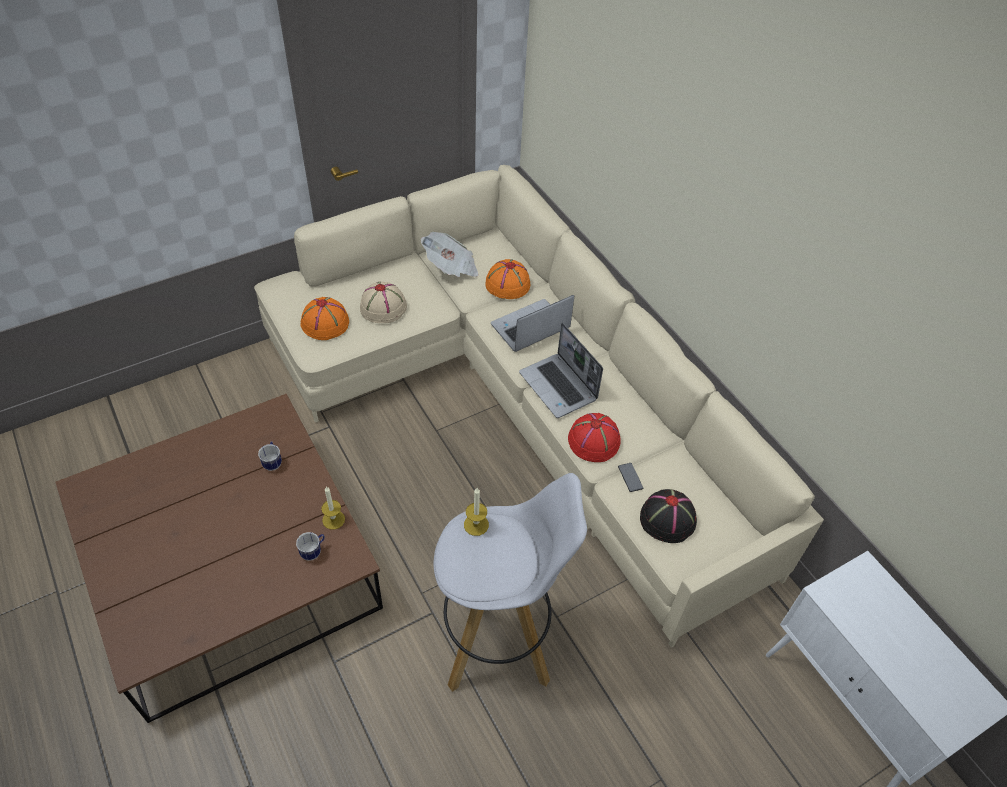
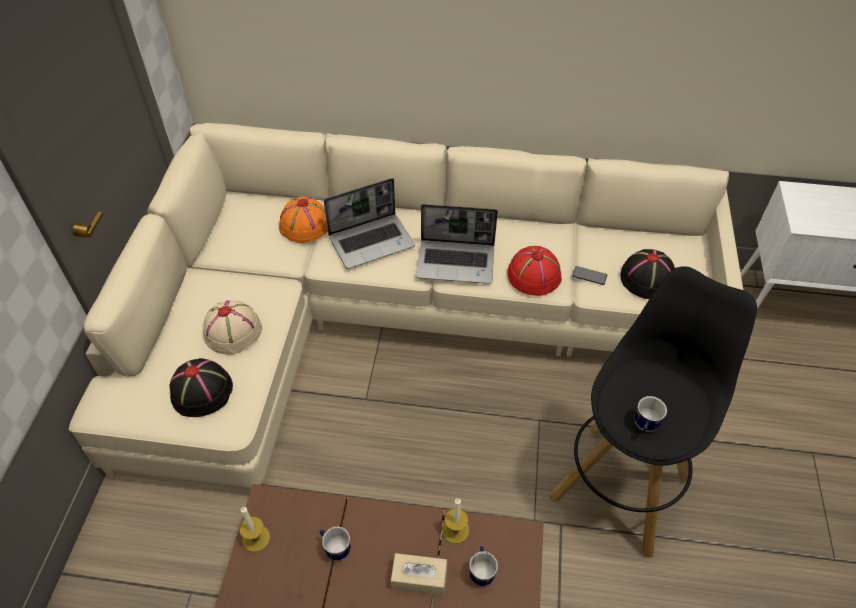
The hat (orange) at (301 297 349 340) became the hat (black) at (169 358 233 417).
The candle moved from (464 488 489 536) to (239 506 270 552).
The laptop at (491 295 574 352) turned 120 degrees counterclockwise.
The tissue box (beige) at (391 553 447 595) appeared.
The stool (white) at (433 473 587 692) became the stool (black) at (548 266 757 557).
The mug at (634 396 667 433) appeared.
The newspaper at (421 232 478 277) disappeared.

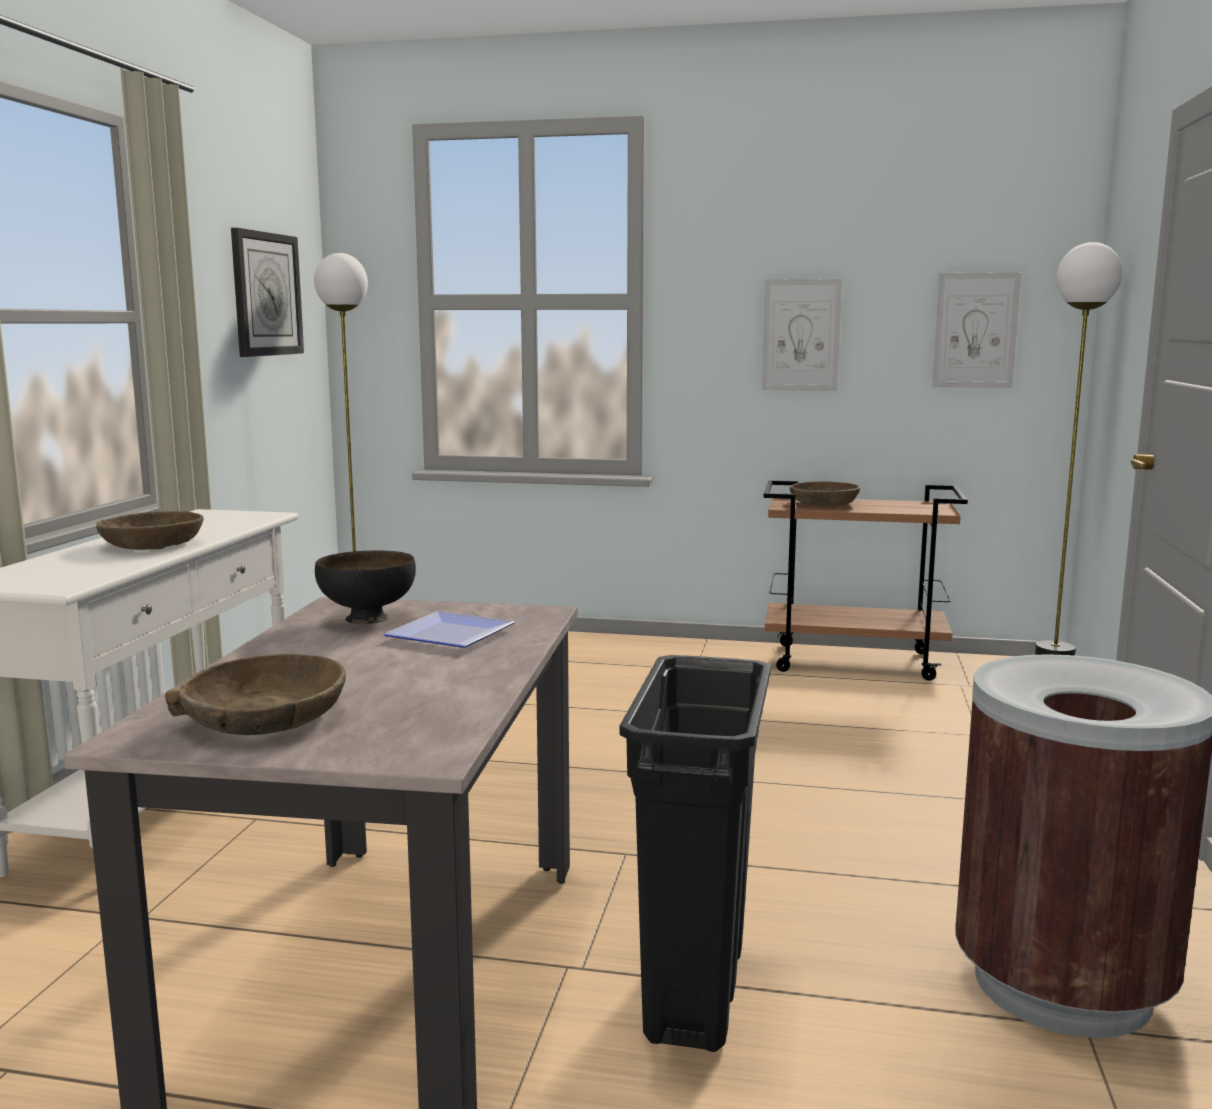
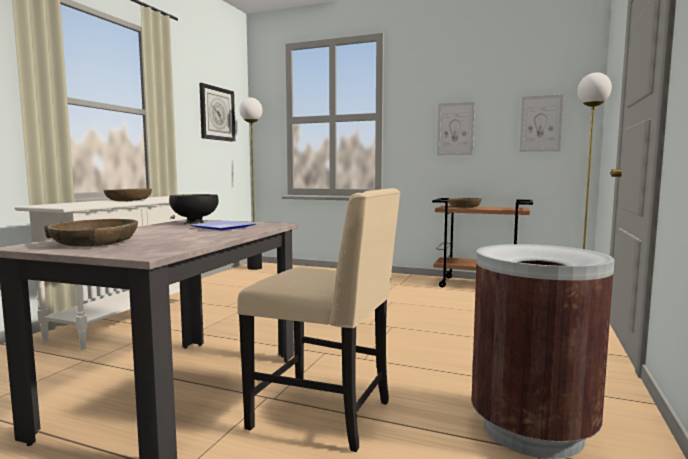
The trash can (black) at (619 655 771 1052) was replaced by the chair (beige) at (237 188 400 452).

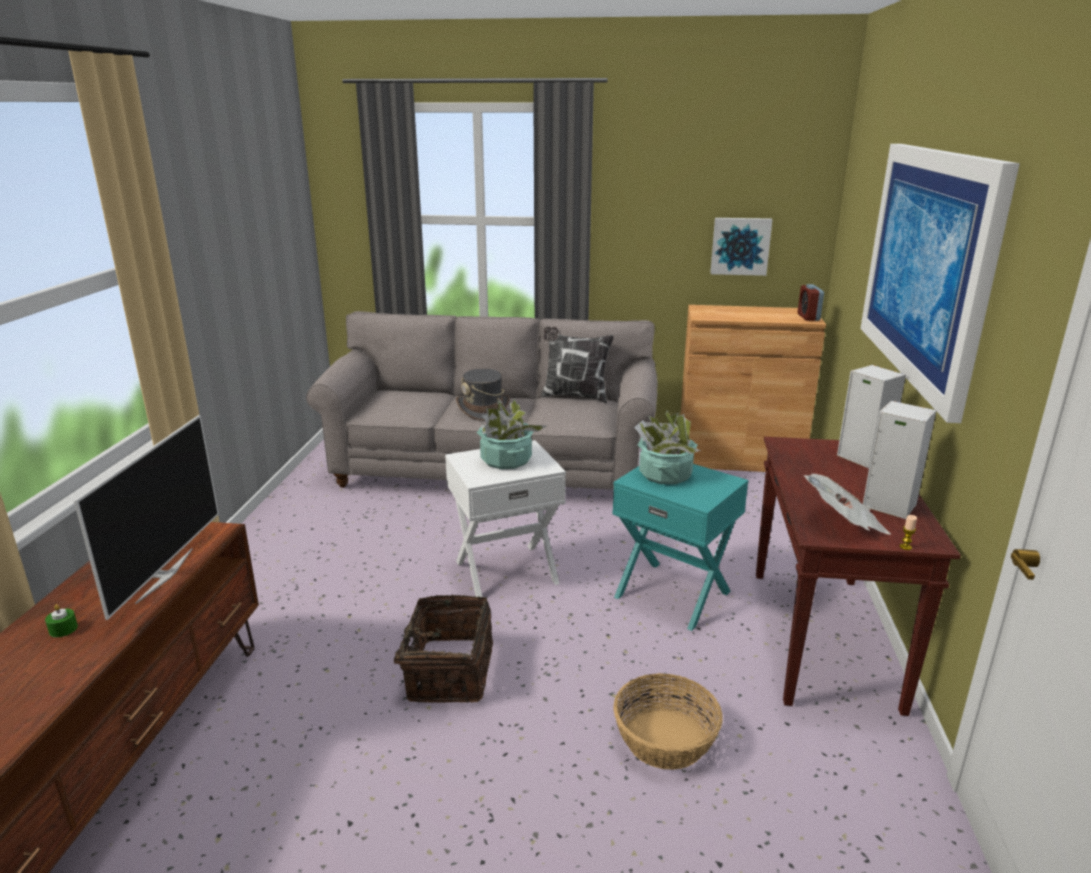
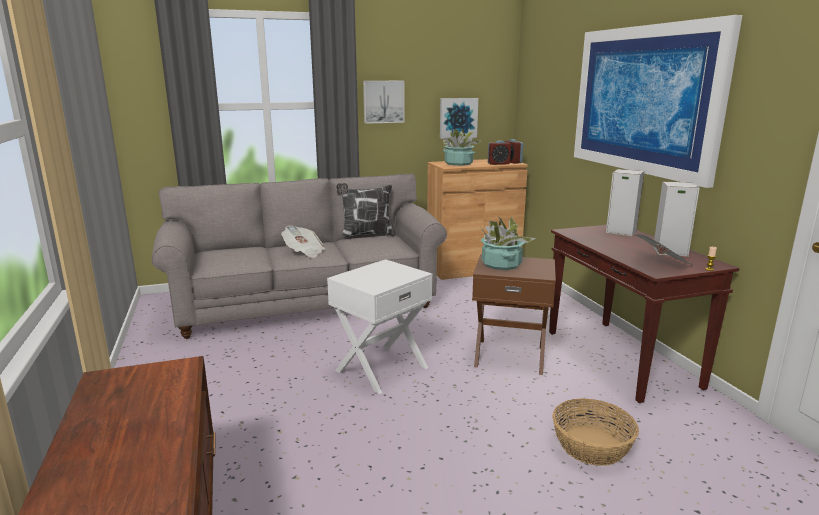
The hat (grey) at (456 369 510 421) was replaced by the newspaper at (281 226 325 258).
The picture at (363 81 404 124) appeared.
The potted plant moved from (475 399 547 469) to (443 129 482 166).
The side table (turquoise) at (612 464 748 631) became the side table (brown) at (472 254 556 375).
The alarm clock at (488 140 511 165) appeared.
The candle (green) at (45 604 78 637) disappeared.
The television at (74 415 219 620) disappeared.
The basket at (376 595 493 703) disappeared.

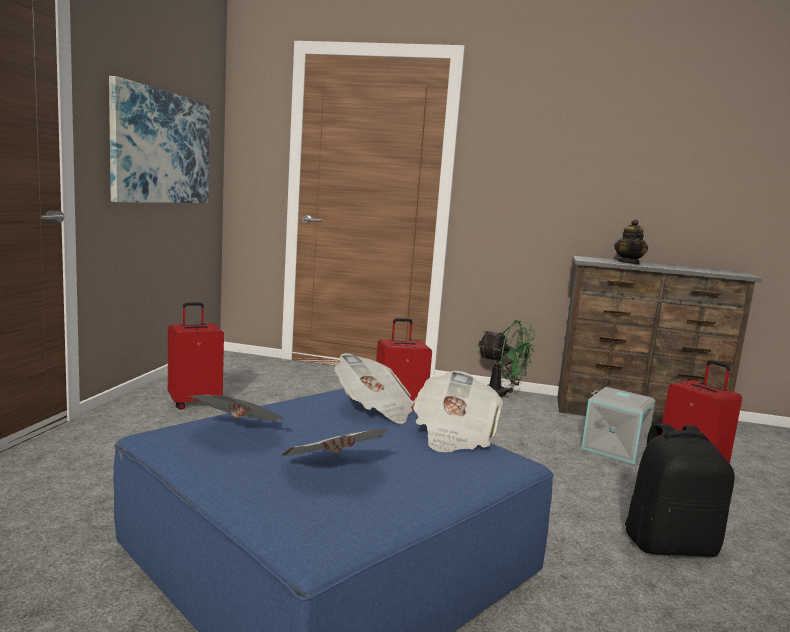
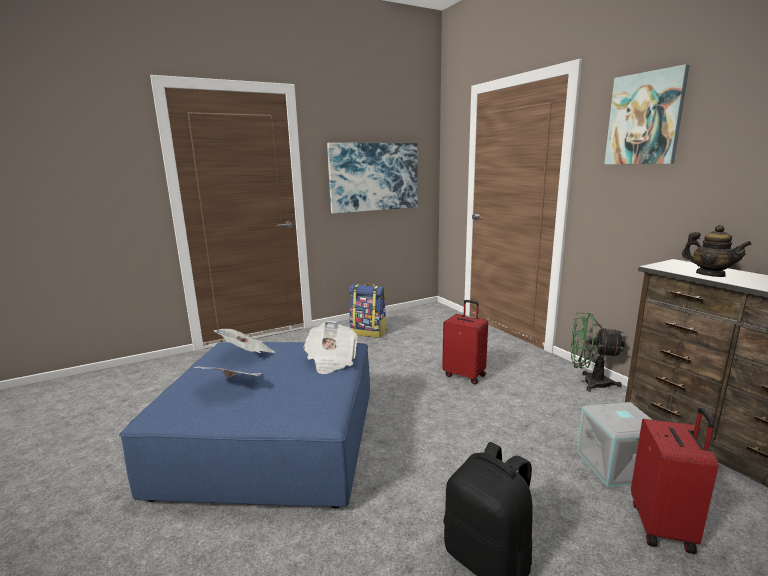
The suitcase (red) at (168 302 224 410) was replaced by the backpack at (349 284 387 338).
The fan (green) at (478 320 535 398) turned 120 degrees clockwise.
The picture at (604 64 690 164) appeared.
The teapot at (614 219 648 265) turned 90 degrees counterclockwise.
The newspaper at (412 371 503 452) disappeared.

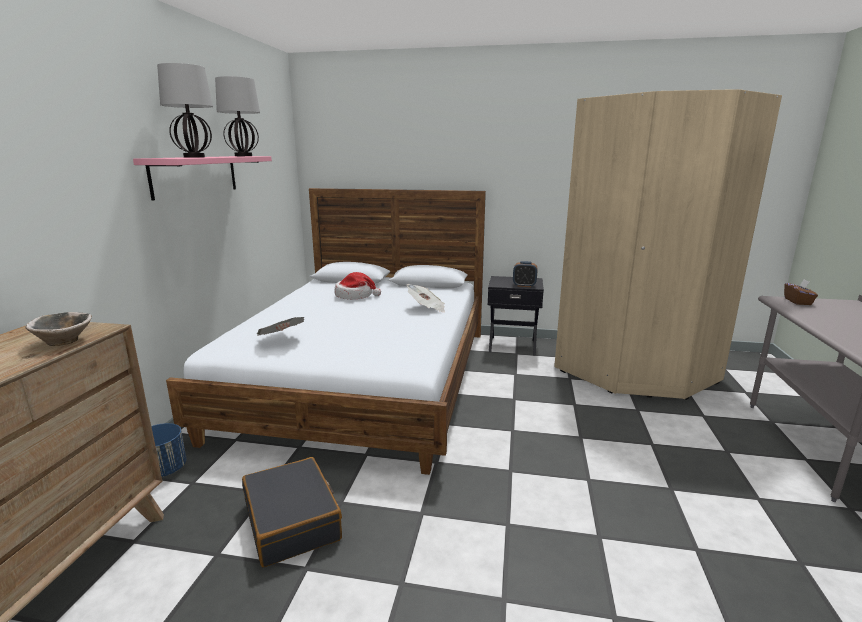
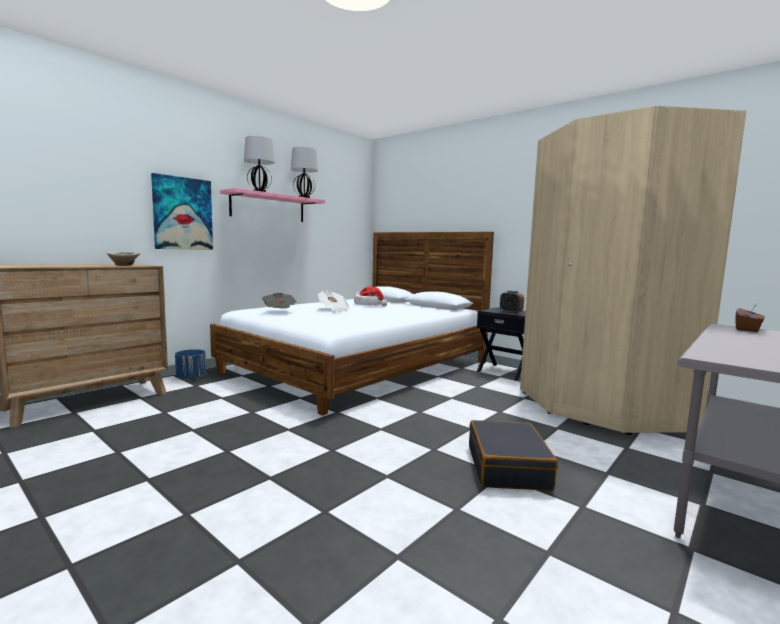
The picture at (151 173 213 250) appeared.
The newspaper moved from (407 284 445 312) to (318 290 350 312).
The suitcase (black) moved from (242 457 342 567) to (469 420 558 491).

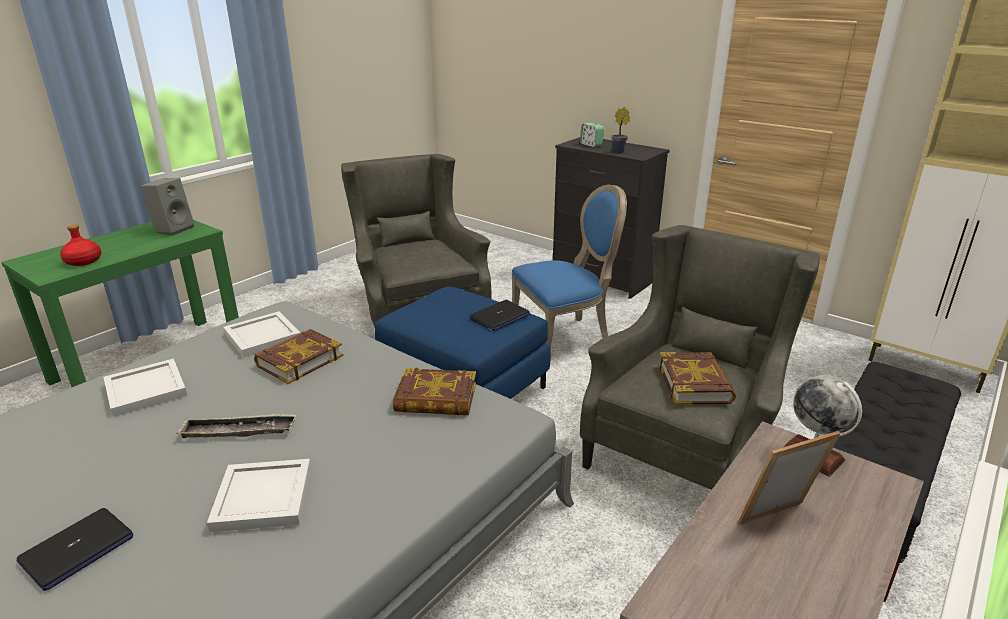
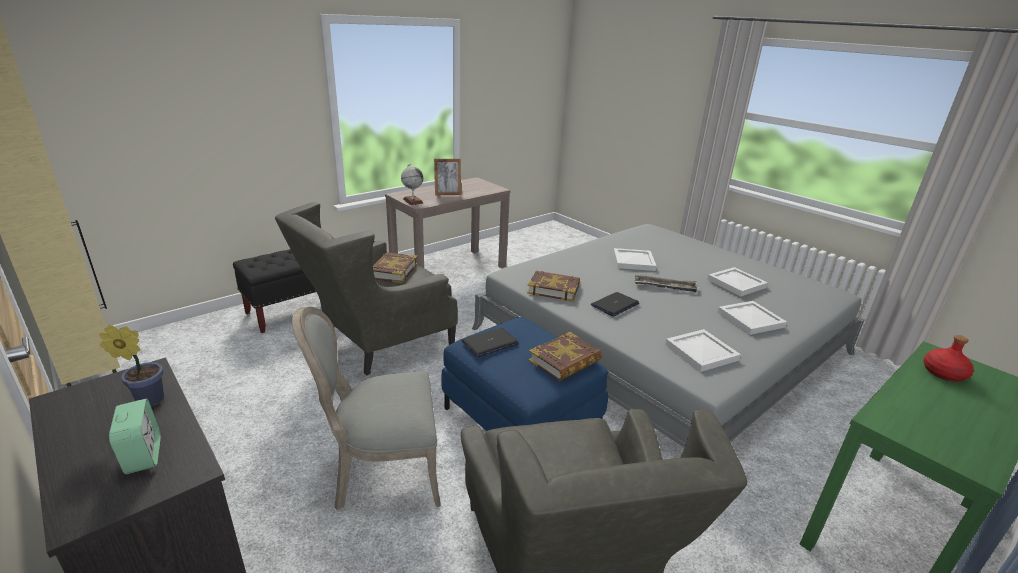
The chair (blue) at (512 185 627 350) became the chair (grey) at (292 307 441 510).
The book moved from (254 329 344 384) to (528 332 602 381).
The laptop moved from (16 508 133 591) to (591 292 639 317).
The tray (white) at (707 267 768 296) appeared.
The speaker (grey) at (141 178 194 236) disappeared.

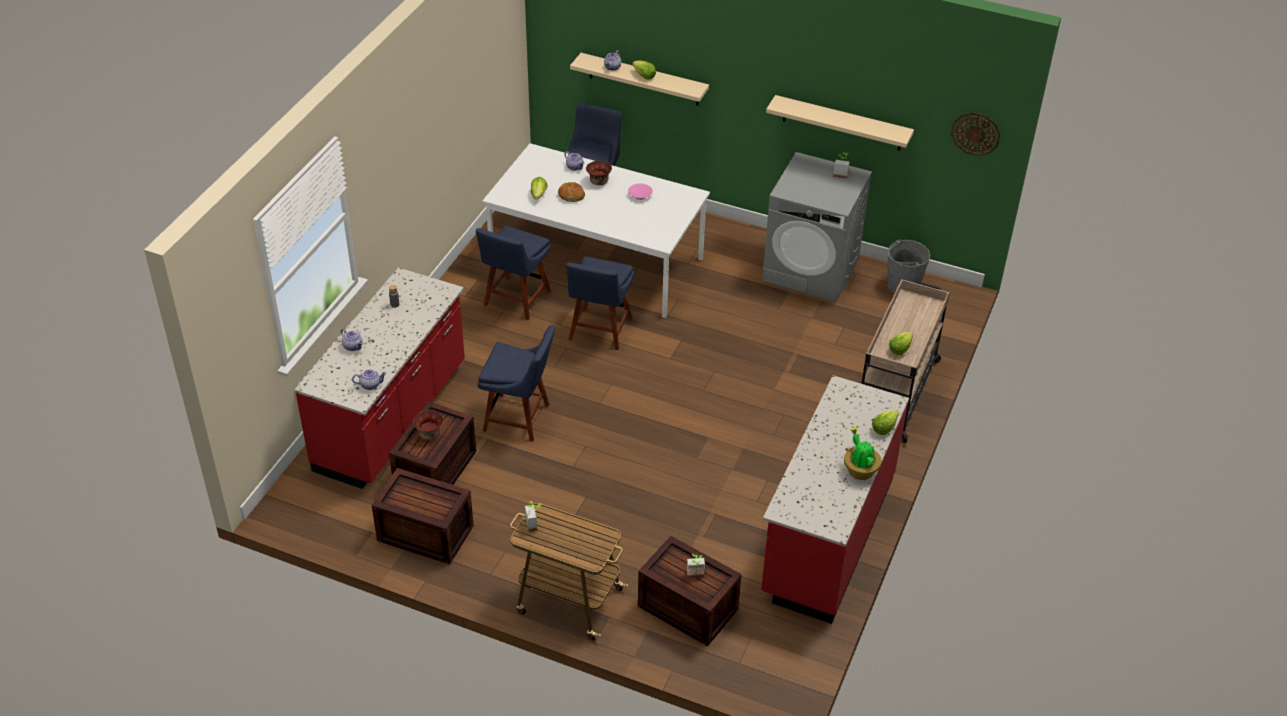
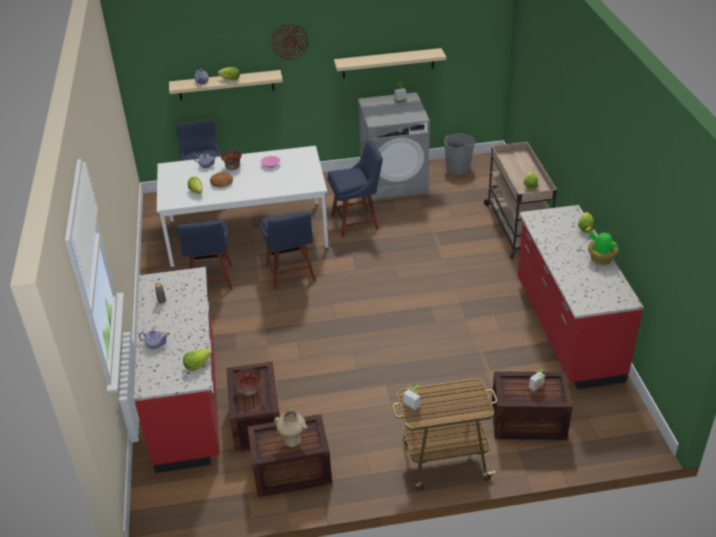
The teapot at (352 369 387 390) was replaced by the lettuce at (183 348 212 371).
The wall clock moved from (951 112 1001 156) to (271 24 309 59).
The vase (beige) at (274 409 308 447) appeared.
The chair (blue) moved from (477 325 555 442) to (327 140 383 237).

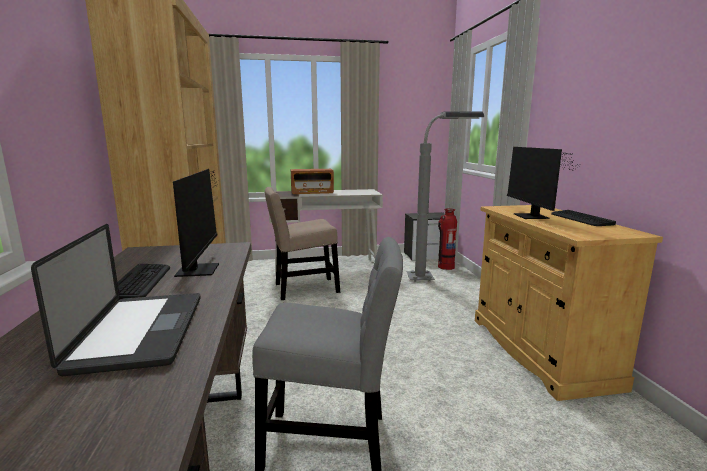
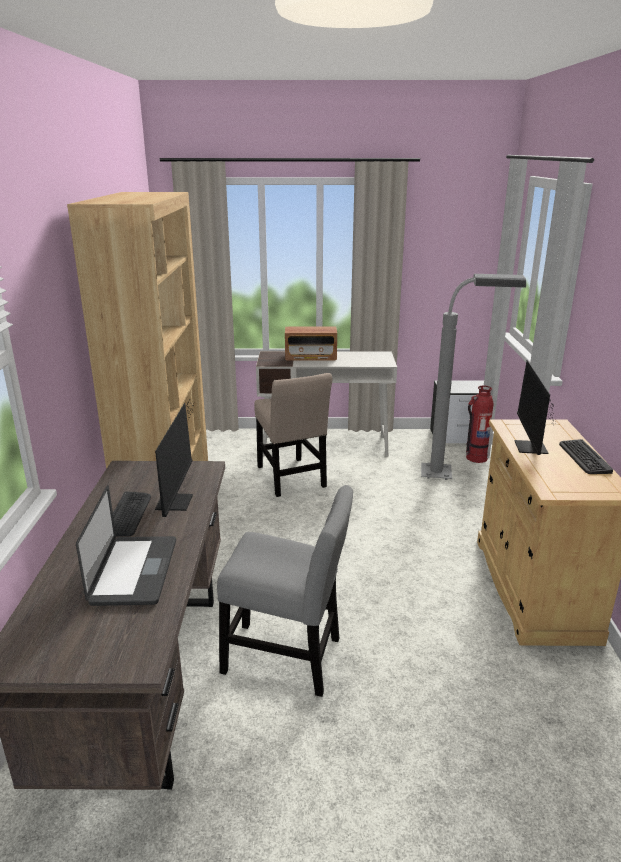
The chair (beige) at (265 187 340 300) turned 105 degrees counterclockwise.

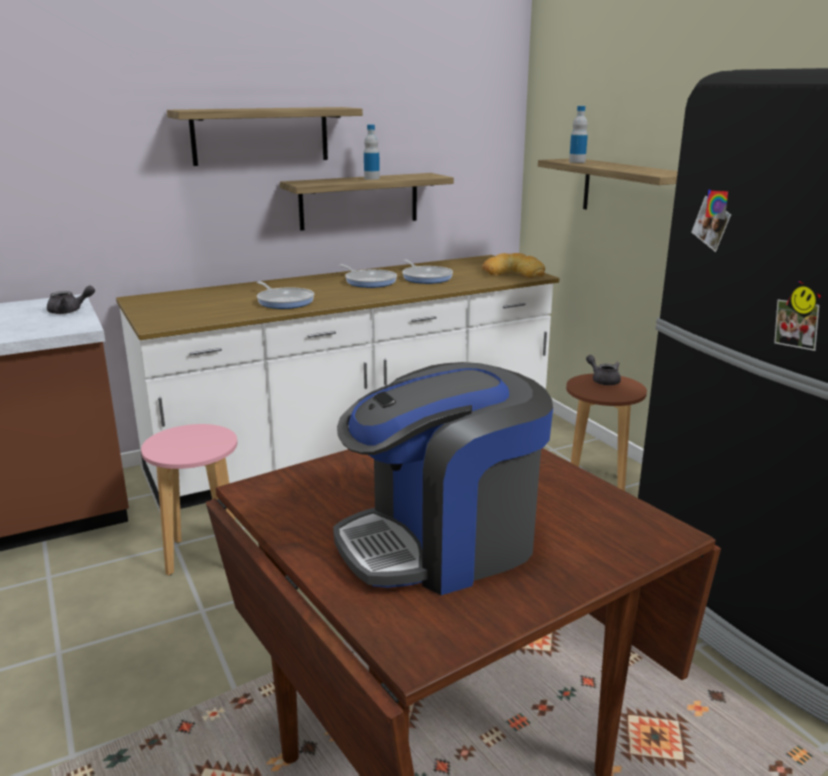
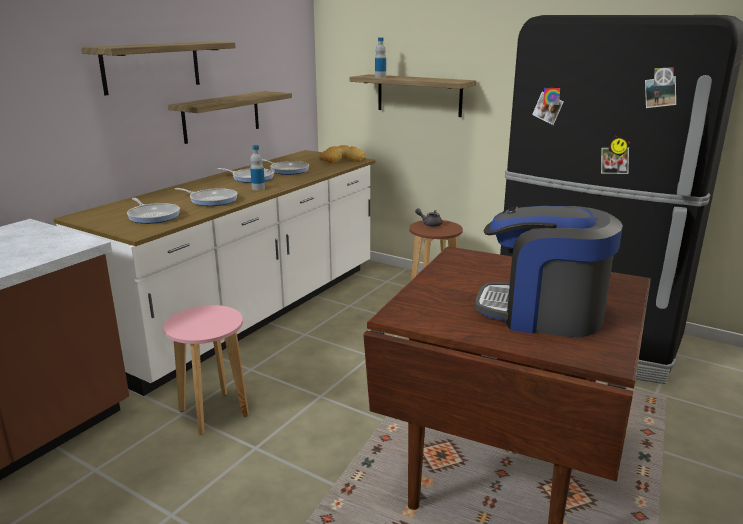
The frying pan at (127 198 180 224) appeared.
The bottle moved from (364 125 380 180) to (250 145 265 190).
The coffee machine at (333 362 553 595) turned 75 degrees clockwise.
The teapot (grey) at (47 286 95 314) disappeared.

